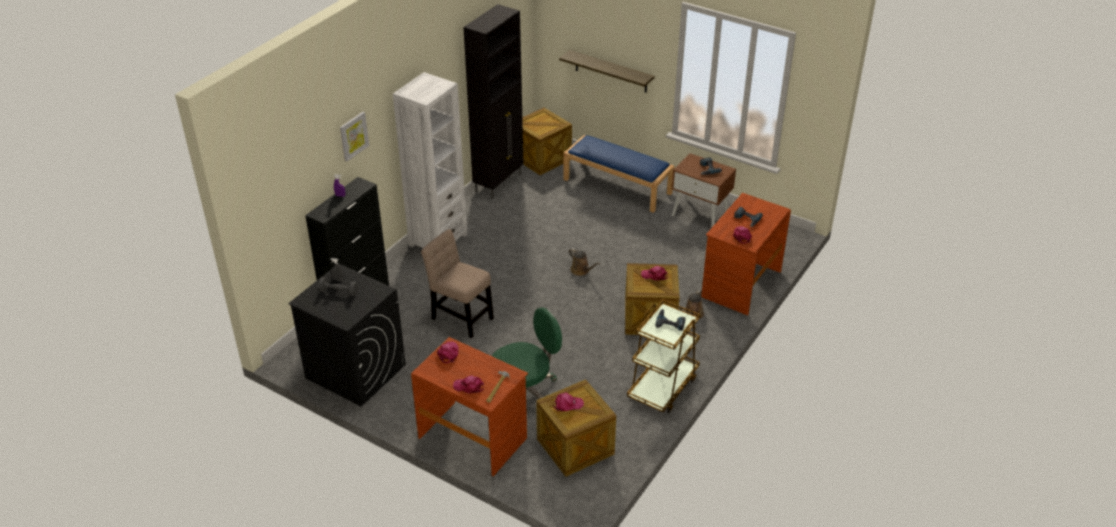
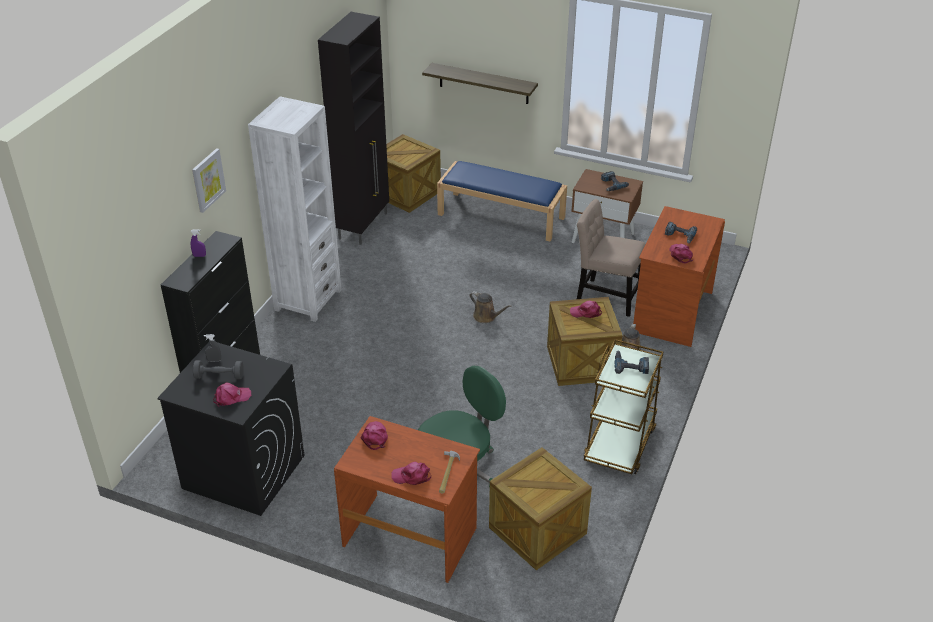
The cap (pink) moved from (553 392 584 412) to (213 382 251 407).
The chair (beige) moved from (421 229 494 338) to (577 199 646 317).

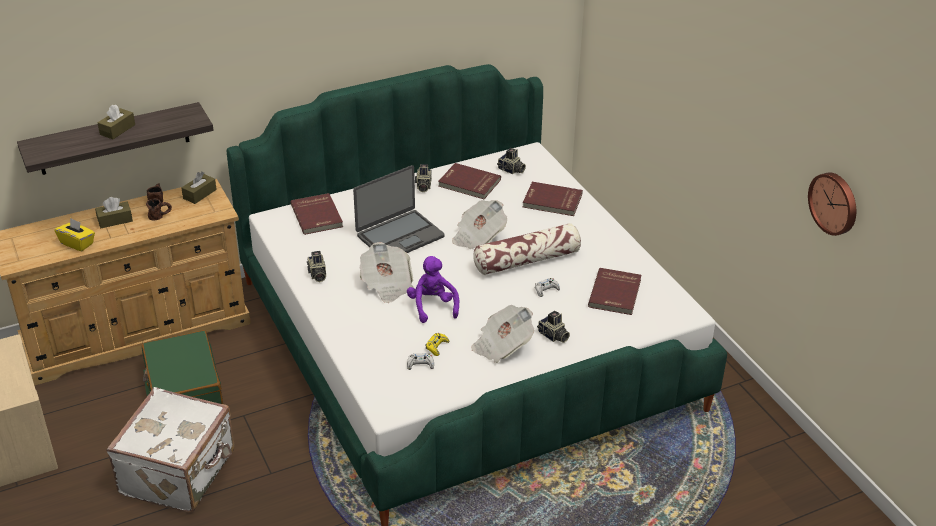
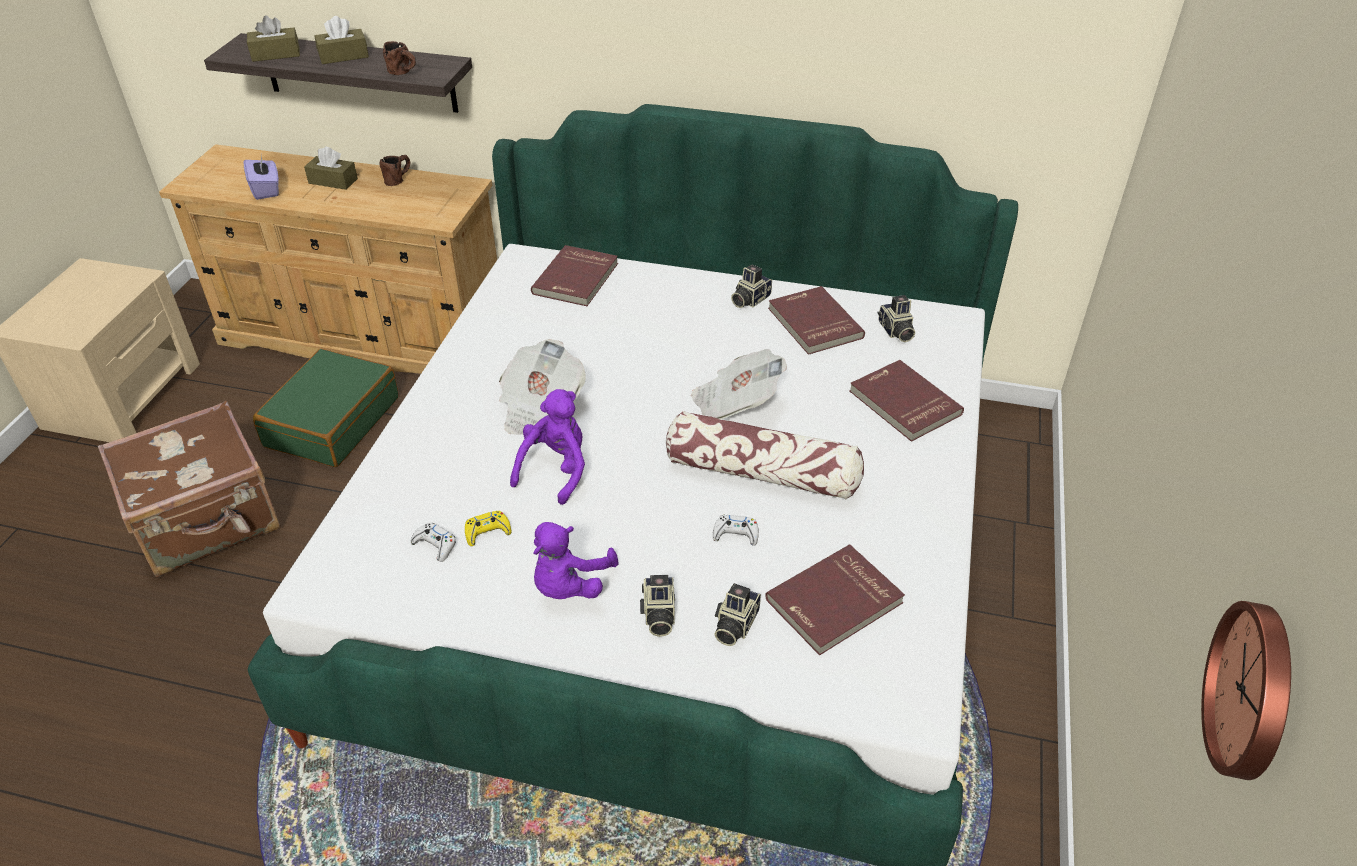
The suitcase (white) at (107 387 235 513) became the suitcase (brown) at (98 401 281 577).
The tissue box (yellow) at (54 218 95 251) became the tissue box (purple) at (244 156 279 200).
The tissue box (brown) moved from (181 171 217 204) to (247 15 300 62).
The mug (brown) moved from (146 199 172 220) to (383 41 416 75).
The newspaper at (471 305 534 363) was replaced by the plush toy (purple) at (533 522 618 599).
The photo camera moved from (307 251 326 282) to (715 583 761 646).
The laptop at (353 165 445 253) disappeared.

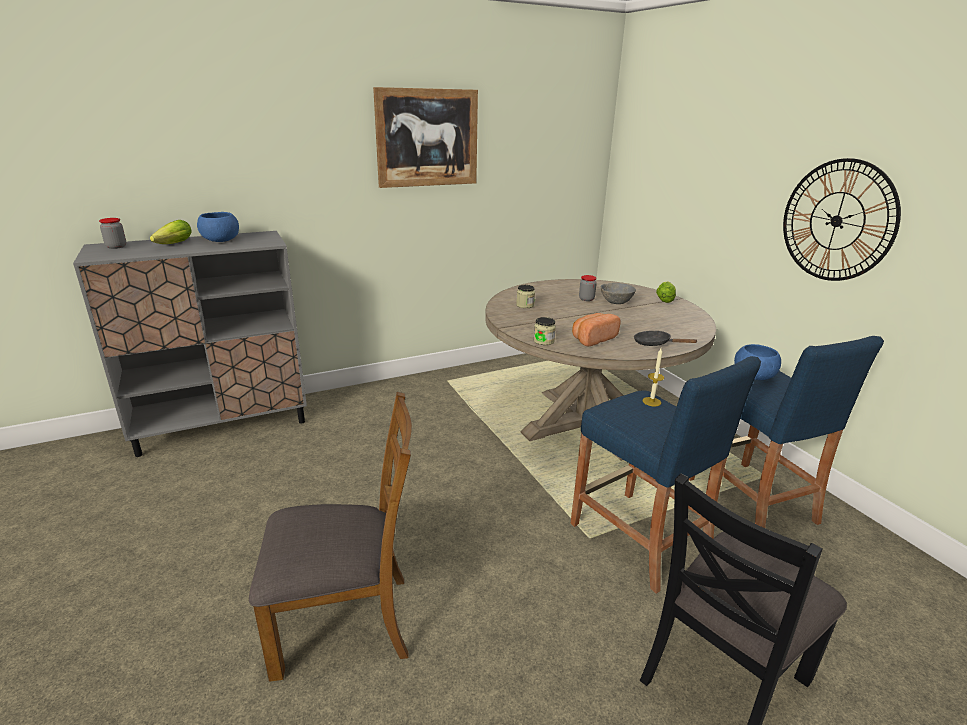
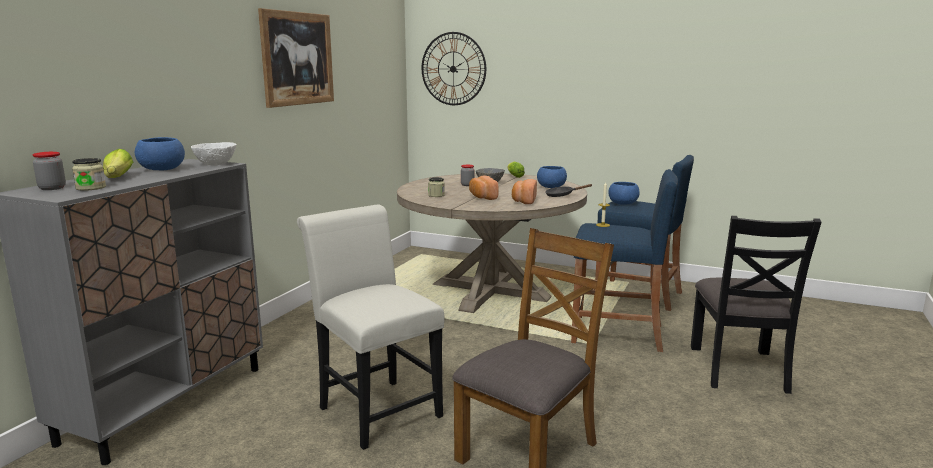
The jar moved from (534 317 556 345) to (72 158 106 191).
The bowl (white) at (191 142 237 165) appeared.
The chair (white) at (297 205 445 450) appeared.
The wall clock moved from (783 158 901 281) to (422 32 486 105).
The bread at (469 176 499 200) appeared.
The bowl (blue) at (537 166 567 188) appeared.

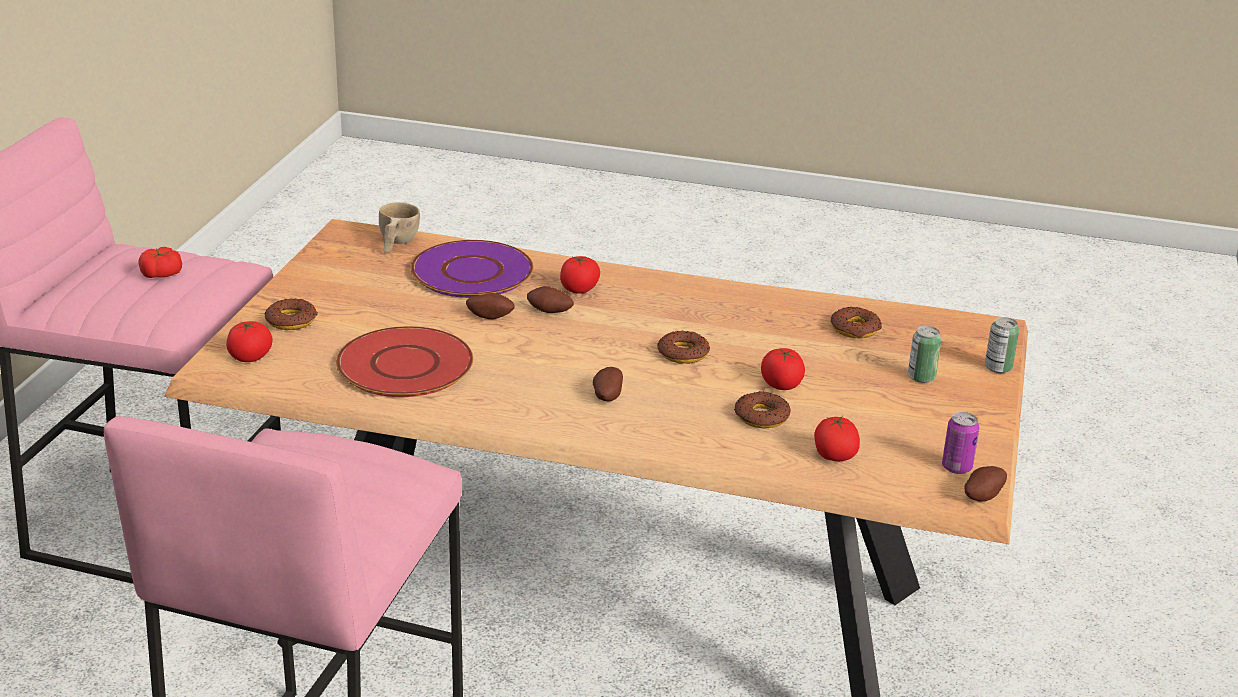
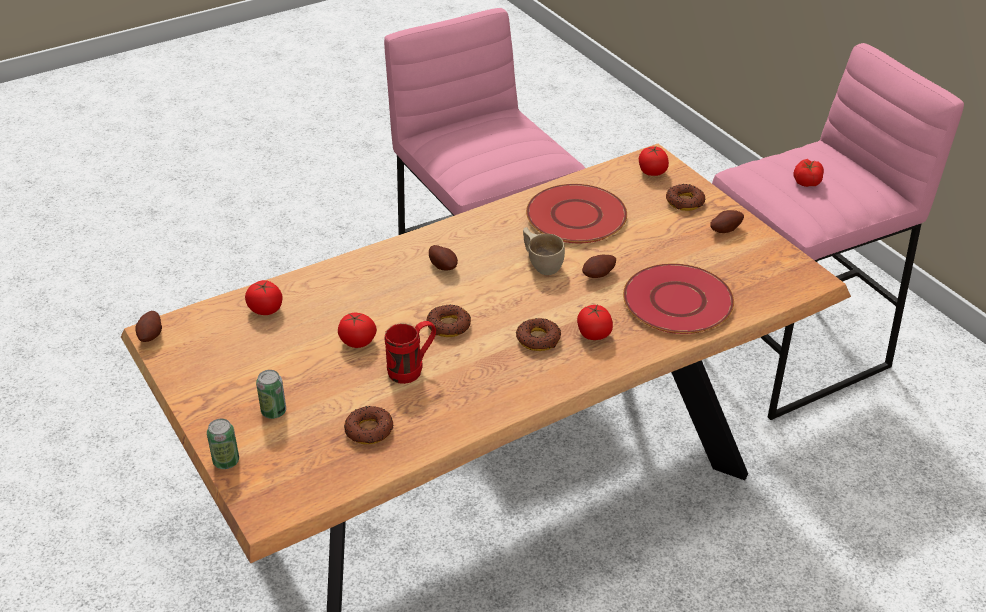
The mug (red) at (384 321 436 384) appeared.
The donut moved from (734 391 791 428) to (516 318 561 351).
The cup (beige) moved from (379 202 420 253) to (523 227 565 275).
The plate (purple) at (411 240 533 298) became the plate (red) at (623 263 734 334).
The potato moved from (527 286 574 313) to (711 210 744 233).
The can at (942 412 979 474) disappeared.

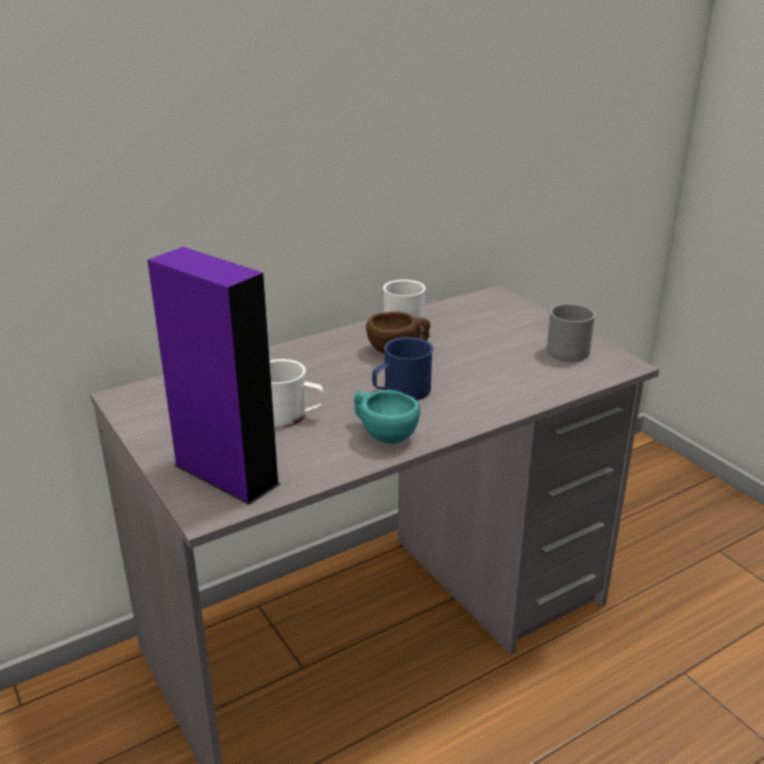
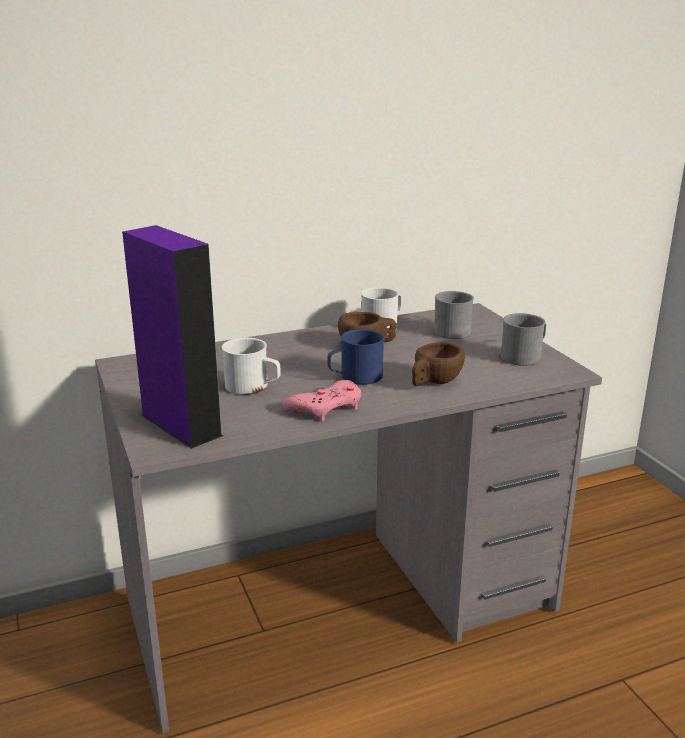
The cup (turquoise) at (354 390 421 444) was replaced by the game controller (pink) at (283 380 361 421).
The cup (brown) at (412 342 465 386) appeared.
The mug (grey) at (434 291 474 339) appeared.

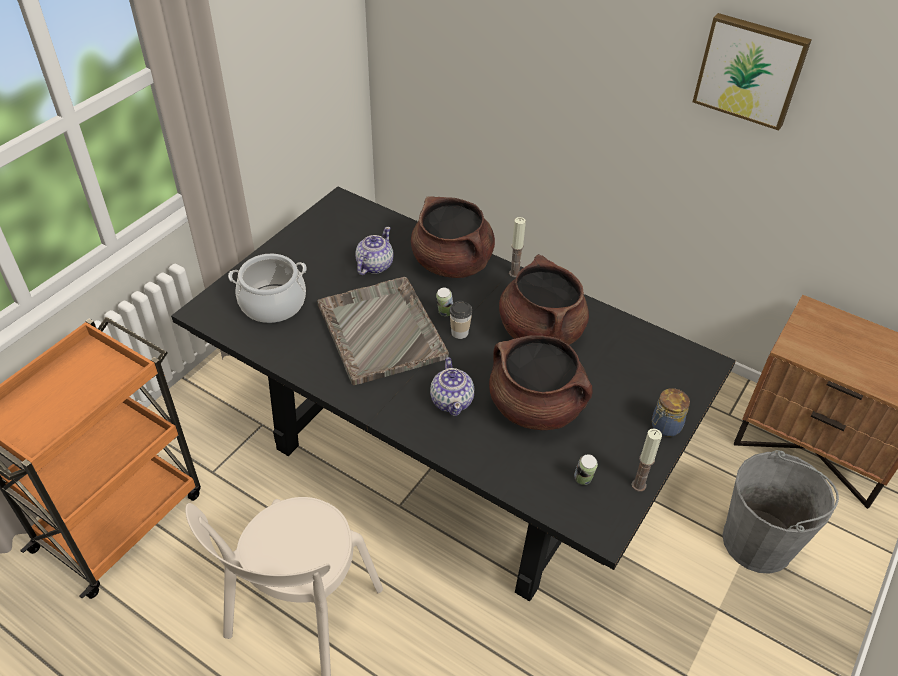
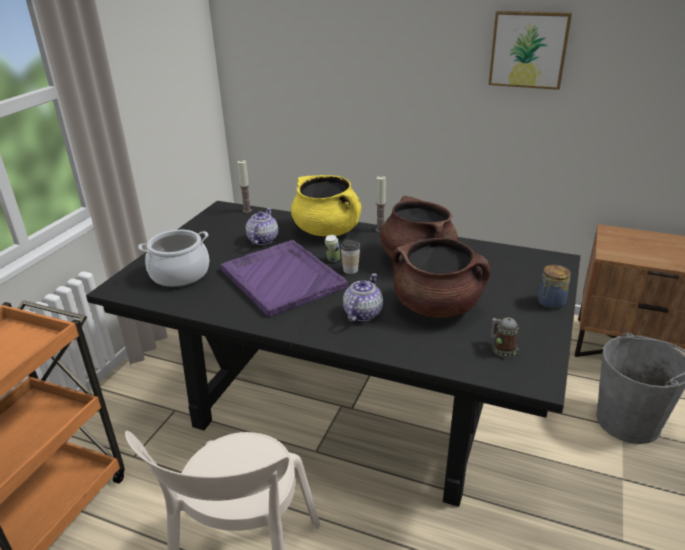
The tray (grey) at (317 277 449 385) became the tray (purple) at (220 240 348 317).
The candle moved from (632 428 662 492) to (237 160 252 213).
The cooking pot (brown) at (411 196 495 278) became the cooking pot (yellow) at (291 175 362 236).
The teapot at (430 357 474 416) turned 135 degrees counterclockwise.
The can at (574 454 598 485) was replaced by the mug at (491 318 519 358).

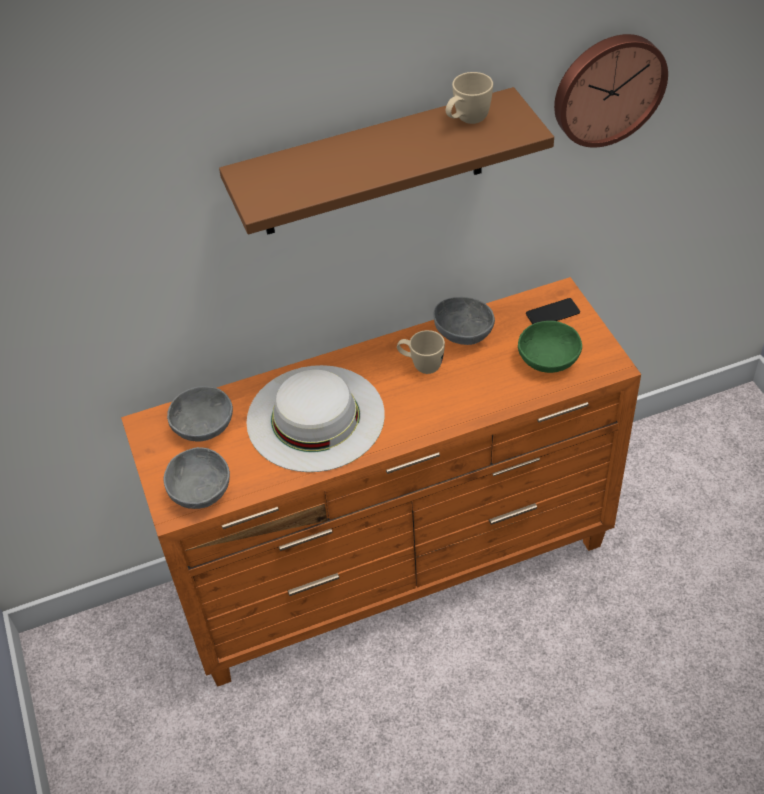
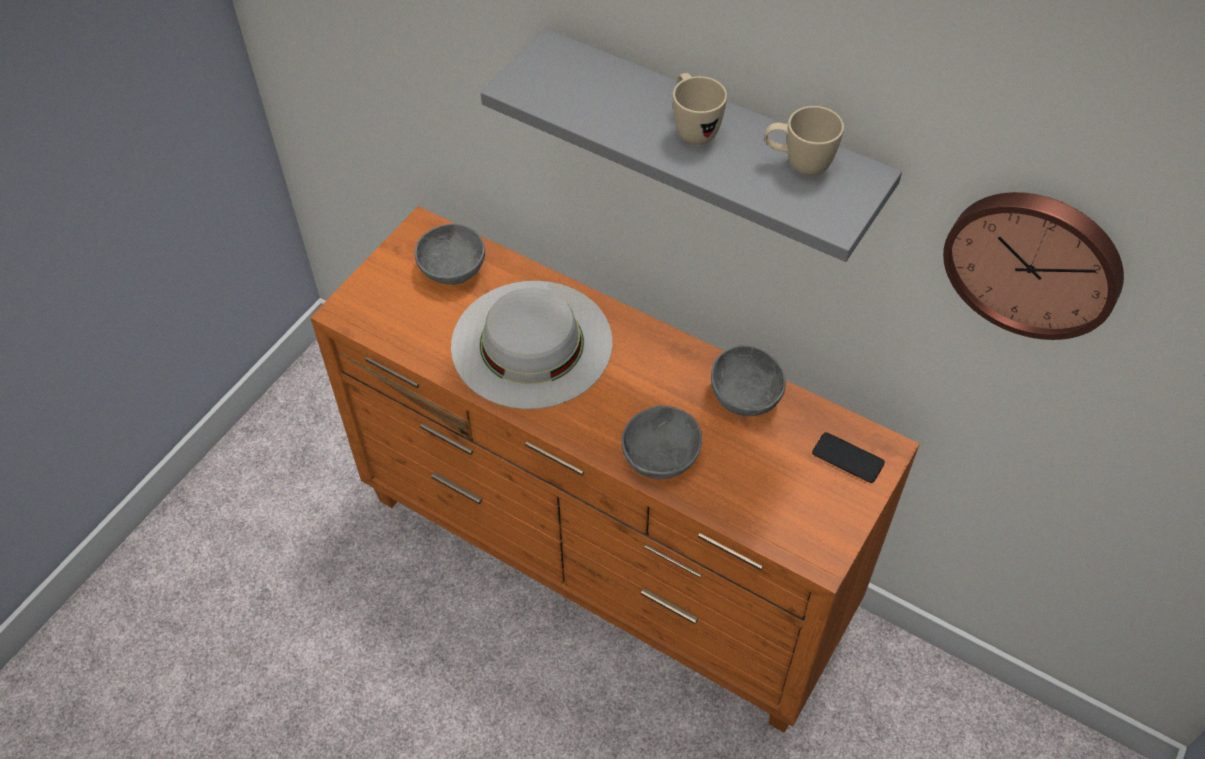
The shelf (brown) at (219 87 554 234) became the shelf (grey) at (481 28 902 262).
The bowl (grey) moved from (164 447 230 509) to (621 405 702 479).
The mug (beige) moved from (397 330 445 374) to (673 73 727 145).
The bowl (green) at (518 321 582 373) disappeared.

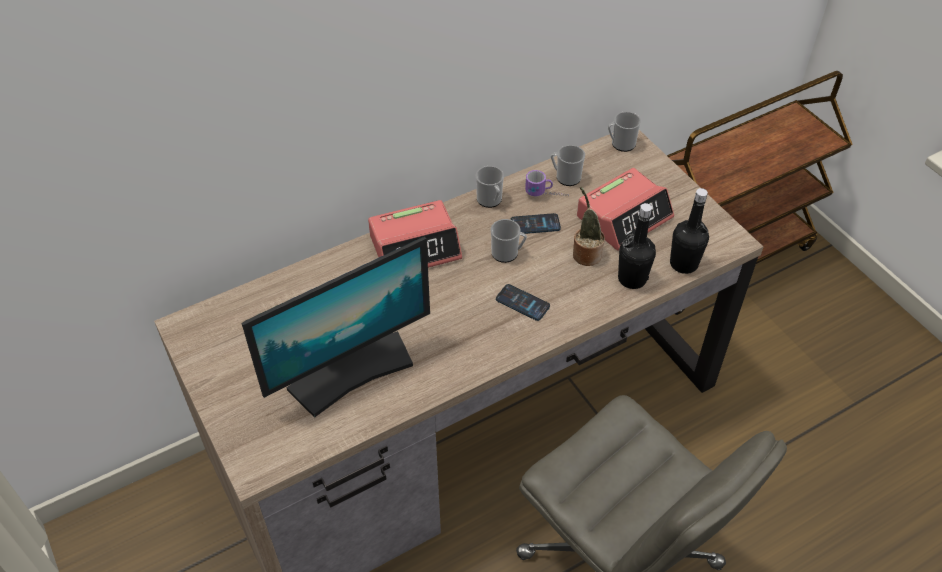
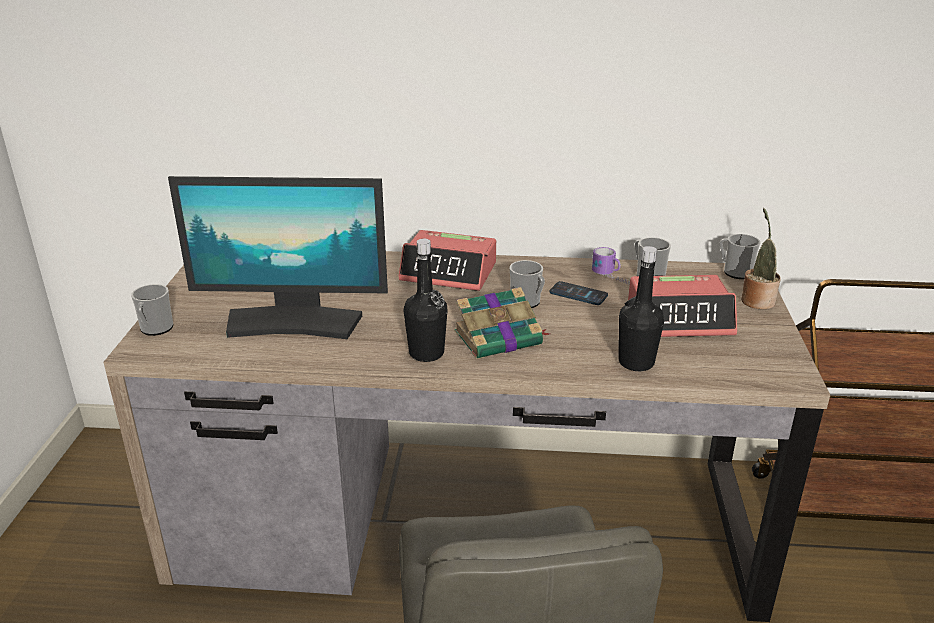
The mug moved from (476 166 504 208) to (131 284 173 336).
The bottle (black) moved from (670 188 709 274) to (404 239 447 362).
The phone at (496 284 550 321) was replaced by the book at (454 287 550 359).
The potted plant moved from (573 186 605 266) to (741 208 781 310).

